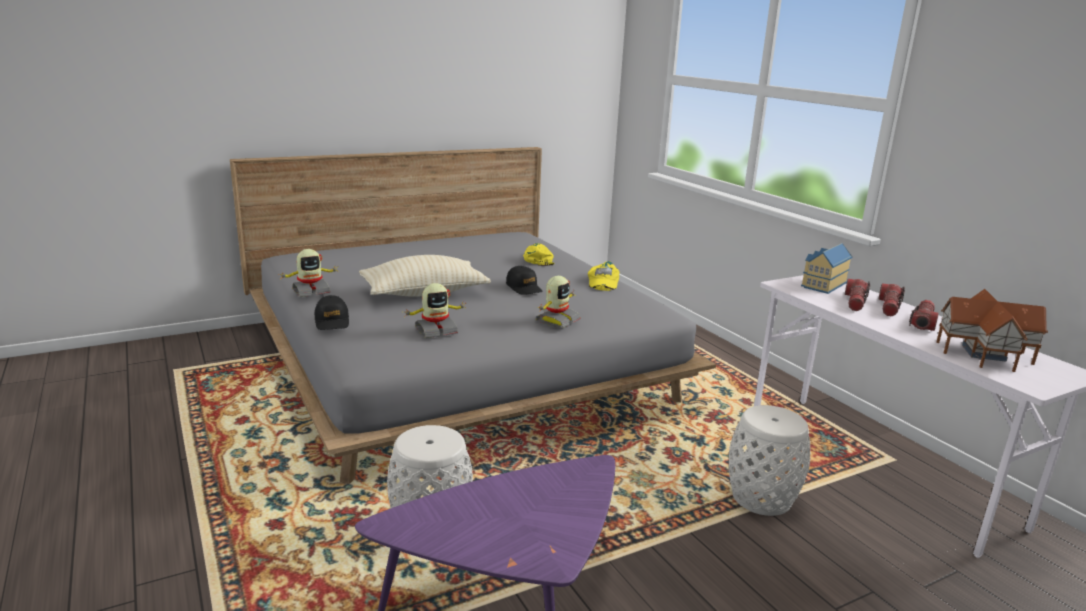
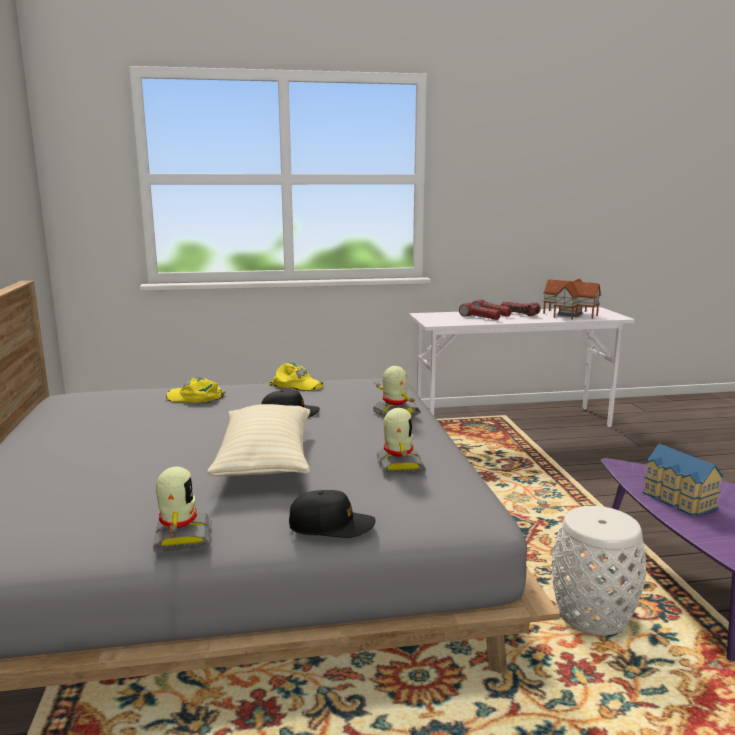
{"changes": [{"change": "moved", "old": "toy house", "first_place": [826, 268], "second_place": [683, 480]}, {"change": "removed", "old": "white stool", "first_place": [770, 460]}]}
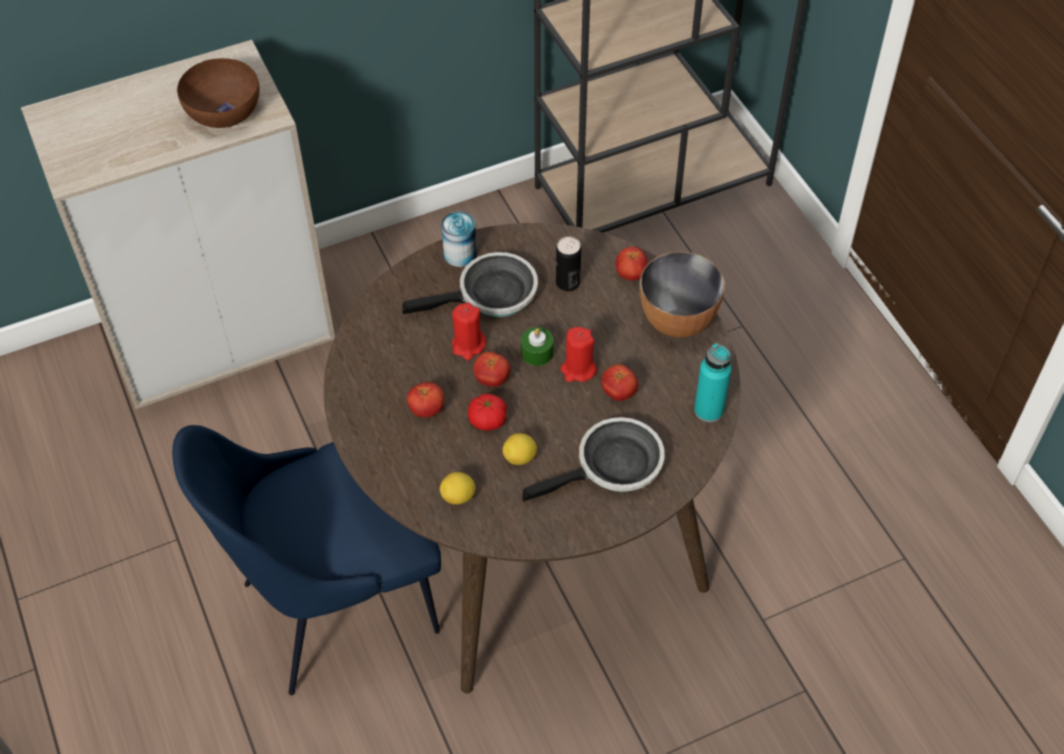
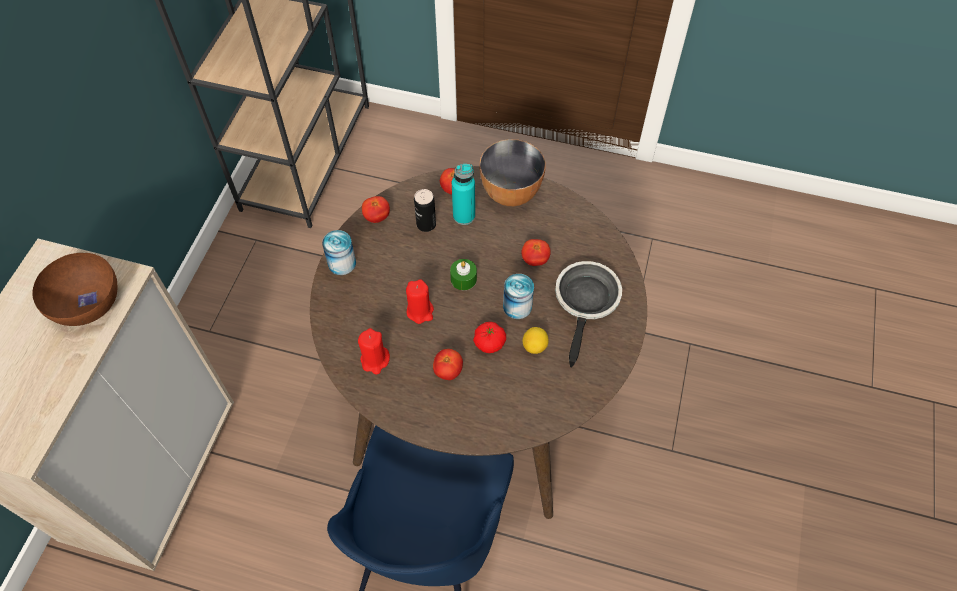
{"changes": [{"change": "removed", "old": "frying pan", "first_place": [470, 284]}, {"change": "moved", "old": "red candle", "first_place": [578, 354], "second_place": [374, 351]}, {"change": "moved", "old": "turquoise bottle", "first_place": [712, 382], "second_place": [463, 194]}, {"change": "moved", "old": "tomato", "first_place": [492, 369], "second_place": [376, 209]}, {"change": "removed", "old": "lemon", "first_place": [458, 488]}, {"change": "added", "new": "can", "second_place": [518, 296]}]}
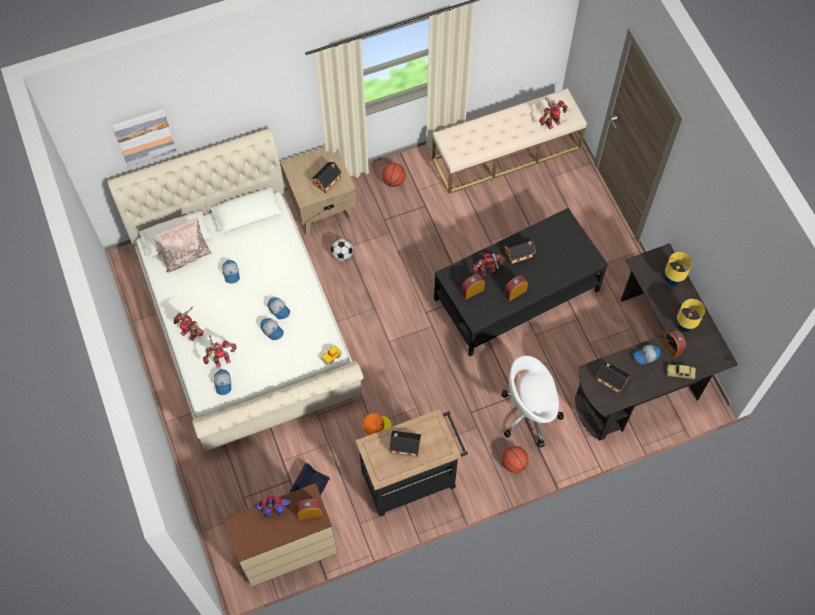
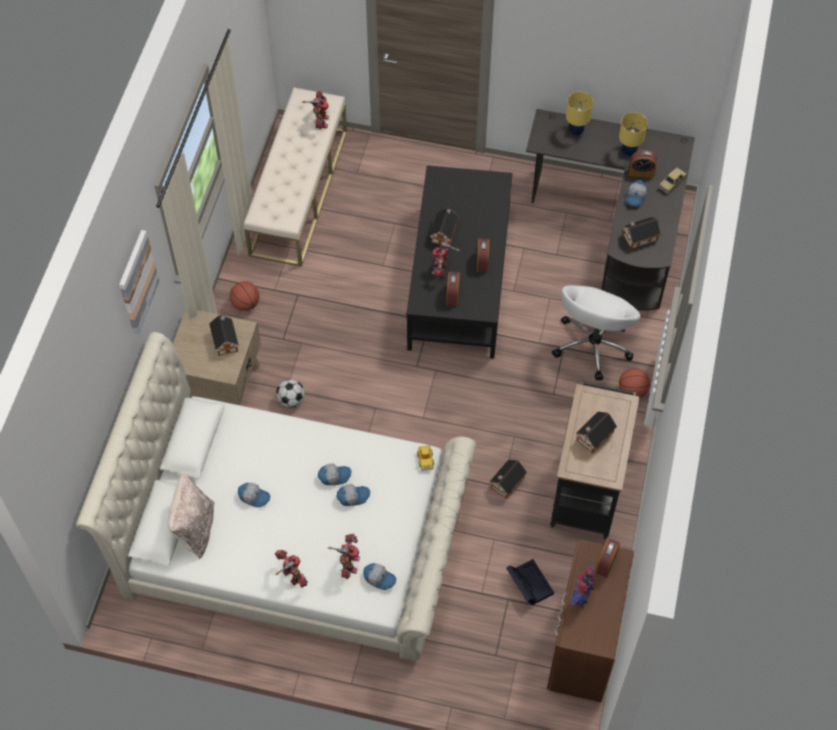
{"changes": [{"change": "moved", "old": "picture", "first_place": [144, 138], "second_place": [139, 282]}, {"change": "turned", "old": "toy robot", "first_place": [188, 324], "second_place": [291, 569], "degrees": -105}, {"change": "replaced", "old": "orange cap", "new": "toy house", "first_place": [377, 424], "second_place": [508, 479]}]}
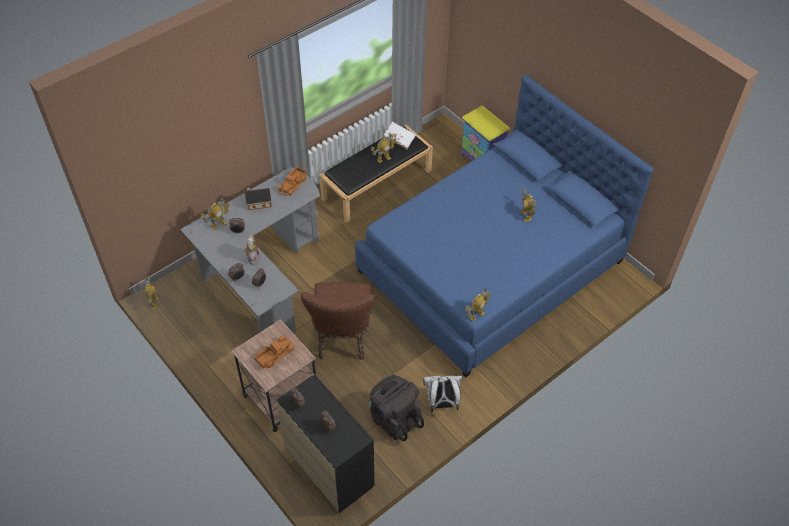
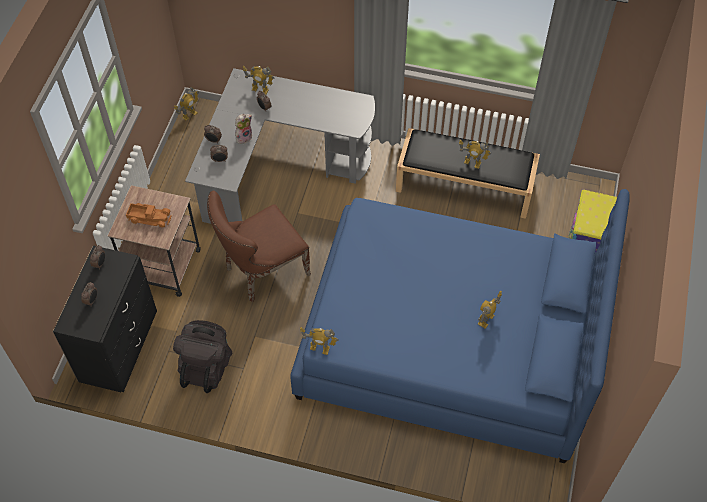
{"changes": [{"change": "removed", "old": "white book", "first_place": [399, 135]}, {"change": "removed", "old": "toy truck", "first_place": [292, 181]}, {"change": "removed", "old": "toy house", "first_place": [258, 199]}, {"change": "removed", "old": "white backpack", "first_place": [442, 394]}]}
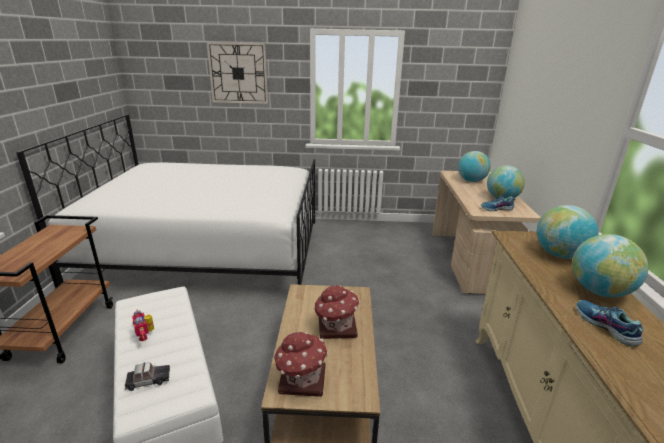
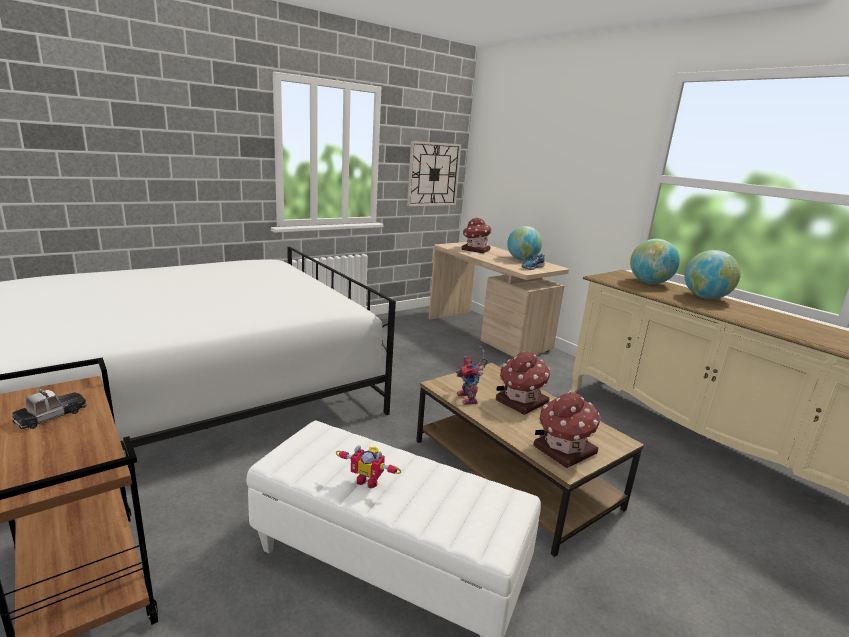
{"changes": [{"change": "moved", "old": "wall clock", "first_place": [237, 73], "second_place": [434, 173]}, {"change": "replaced", "old": "globe", "new": "toy house", "first_place": [474, 166], "second_place": [477, 235]}, {"change": "removed", "old": "shoe", "first_place": [609, 323]}, {"change": "moved", "old": "toy car", "first_place": [147, 376], "second_place": [49, 409]}, {"change": "added", "new": "toy robot", "second_place": [472, 375]}]}
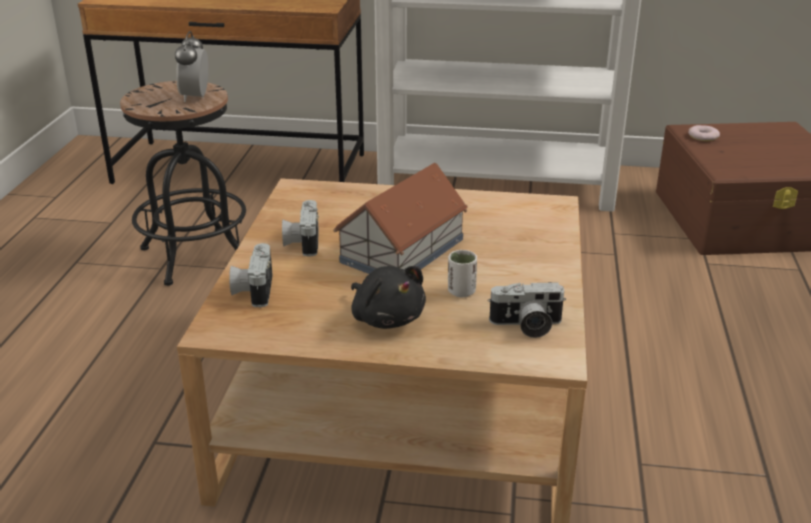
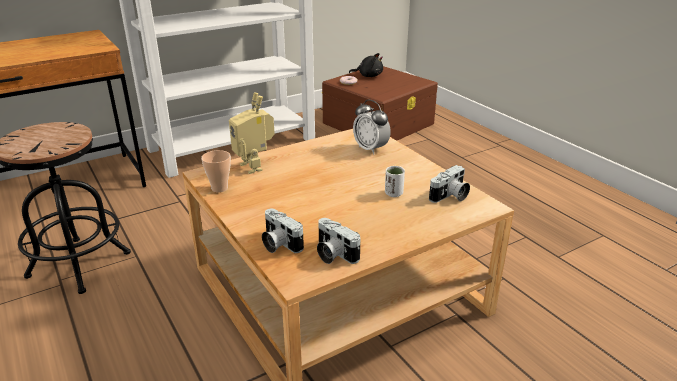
{"changes": [{"change": "moved", "old": "alarm clock", "first_place": [191, 66], "second_place": [372, 127]}, {"change": "removed", "old": "toy house", "first_place": [400, 218]}, {"change": "moved", "old": "photo camera", "first_place": [300, 228], "second_place": [339, 241]}, {"change": "moved", "old": "black plush toy", "first_place": [388, 297], "second_place": [366, 65]}, {"change": "added", "new": "toy robot", "second_place": [252, 133]}, {"change": "added", "new": "cup", "second_place": [216, 171]}]}
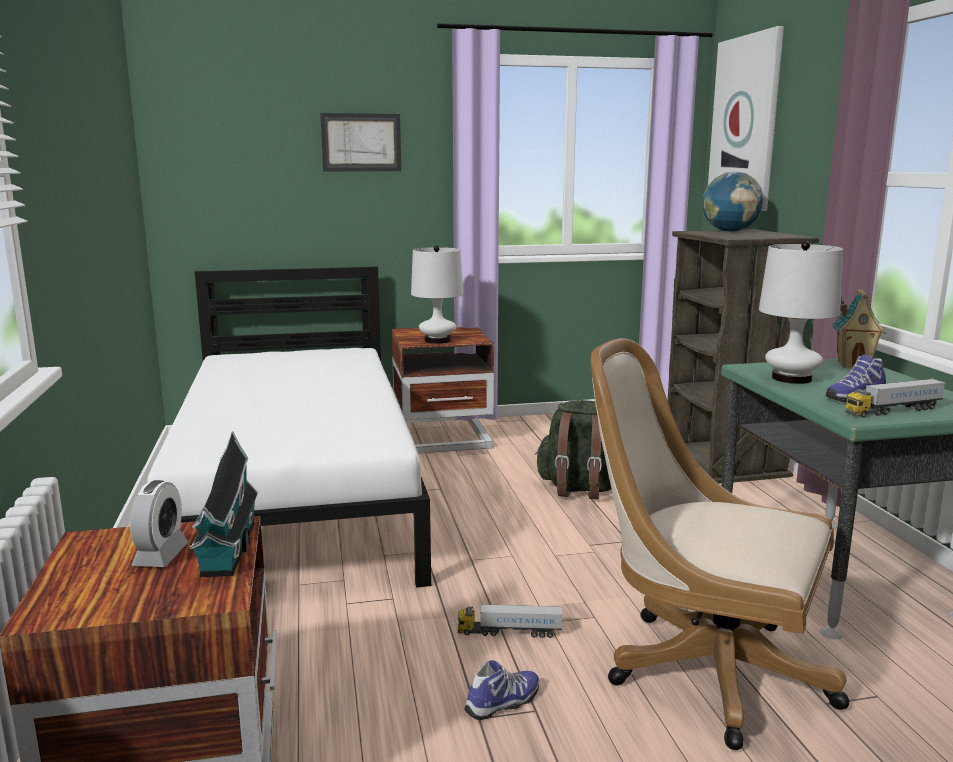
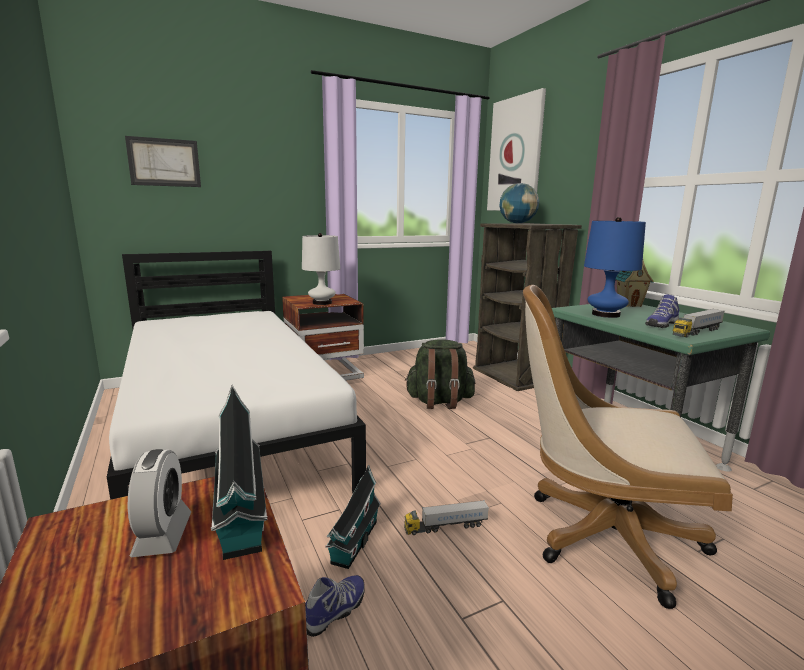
{"changes": [{"change": "moved", "old": "picture", "first_place": [360, 142], "second_place": [163, 161]}, {"change": "recoloured", "old": "white table lamp", "new": "blue table lamp", "first_place": [801, 312], "second_place": [615, 267]}, {"change": "moved", "old": "shoe", "first_place": [501, 690], "second_place": [335, 606]}, {"change": "added", "new": "toy house", "second_place": [353, 517]}]}
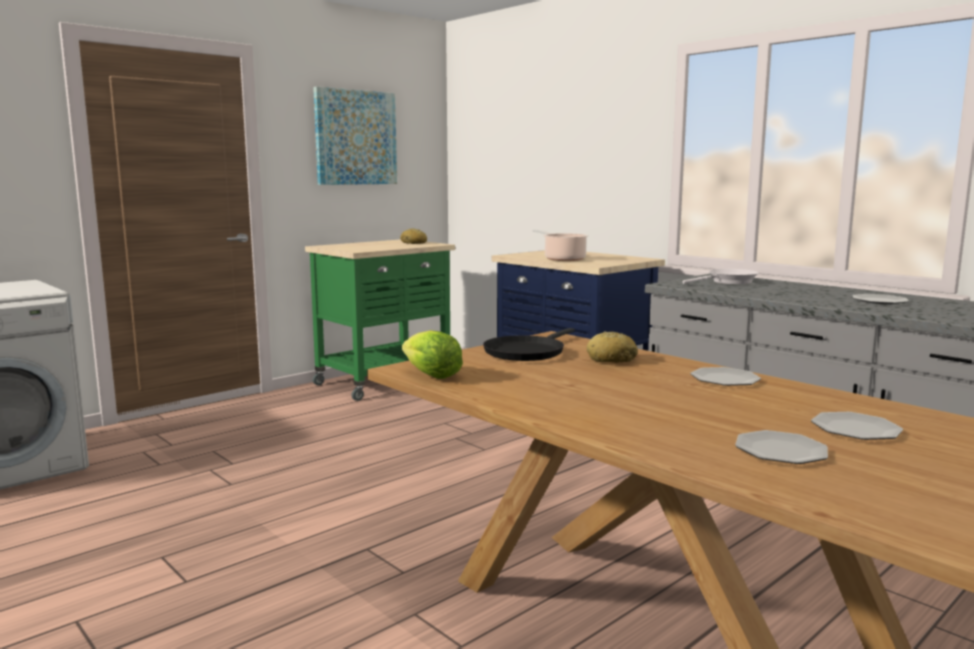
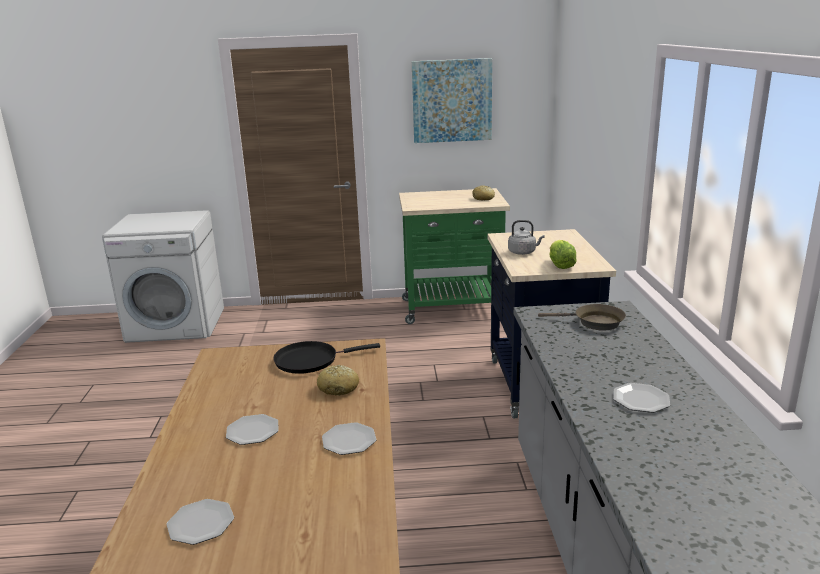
{"changes": [{"change": "replaced", "old": "cooking pot", "new": "grey kettle", "first_place": [560, 245], "second_place": [526, 237]}, {"change": "recoloured", "old": "white frying pan", "new": "brown frying pan", "first_place": [720, 276], "second_place": [582, 317]}, {"change": "moved", "old": "lettuce", "first_place": [432, 354], "second_place": [563, 254]}, {"change": "moved", "old": "plate", "first_place": [857, 426], "second_place": [252, 429]}]}
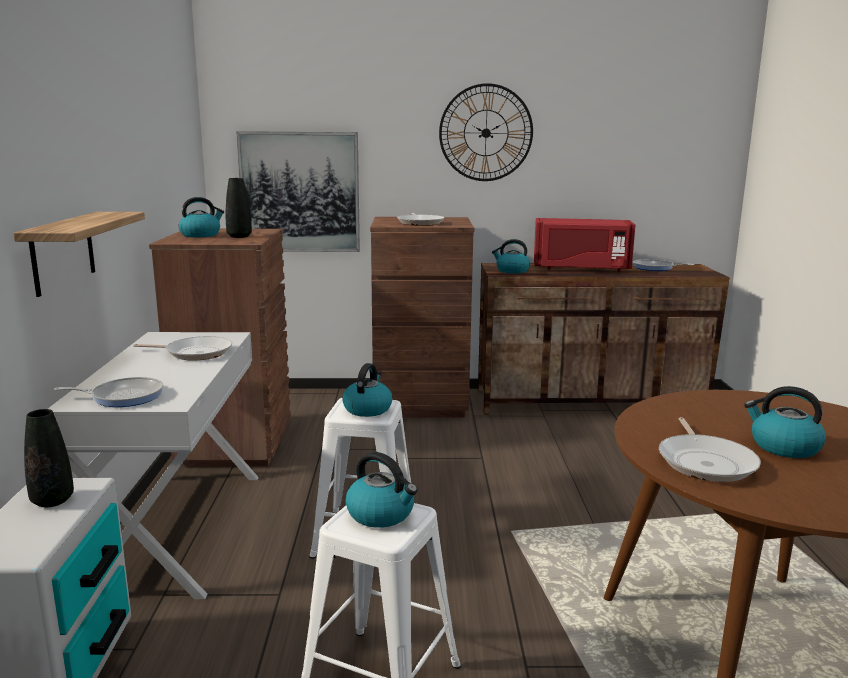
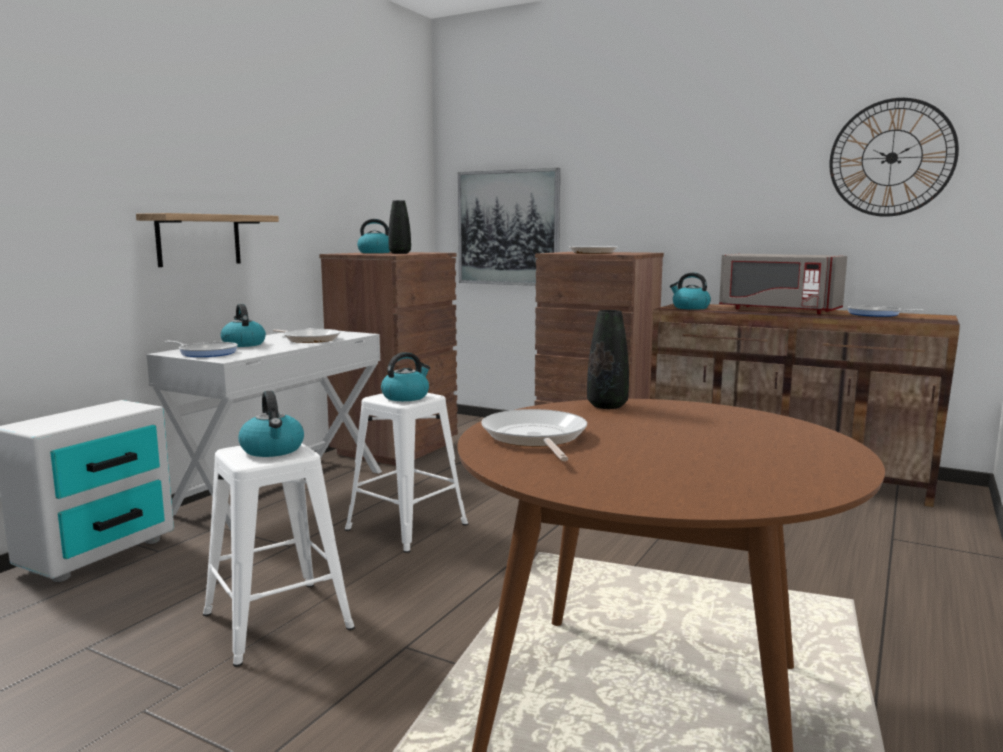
{"changes": [{"change": "moved", "old": "wall clock", "first_place": [486, 132], "second_place": [894, 157]}, {"change": "recoloured", "old": "red microwave", "new": "grey microwave", "first_place": [584, 245], "second_place": [783, 284]}, {"change": "moved", "old": "kettle", "first_place": [785, 422], "second_place": [243, 325]}, {"change": "moved", "old": "black vase", "first_place": [49, 458], "second_place": [608, 359]}, {"change": "turned", "old": "frying pan", "first_place": [710, 449], "second_place": [534, 435], "degrees": 135}]}
